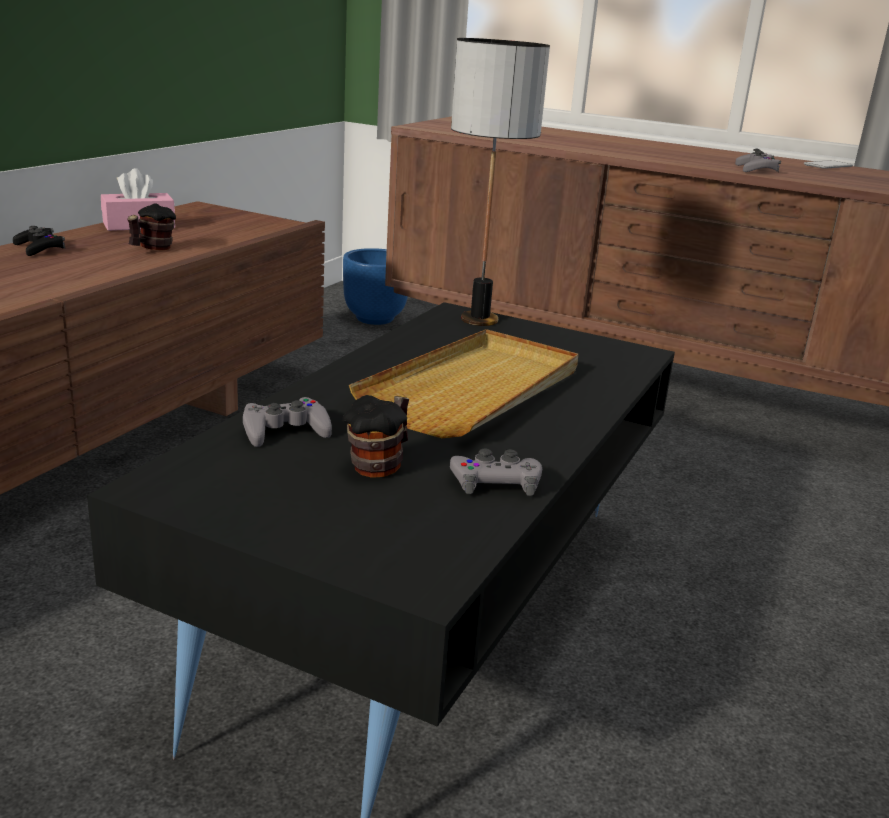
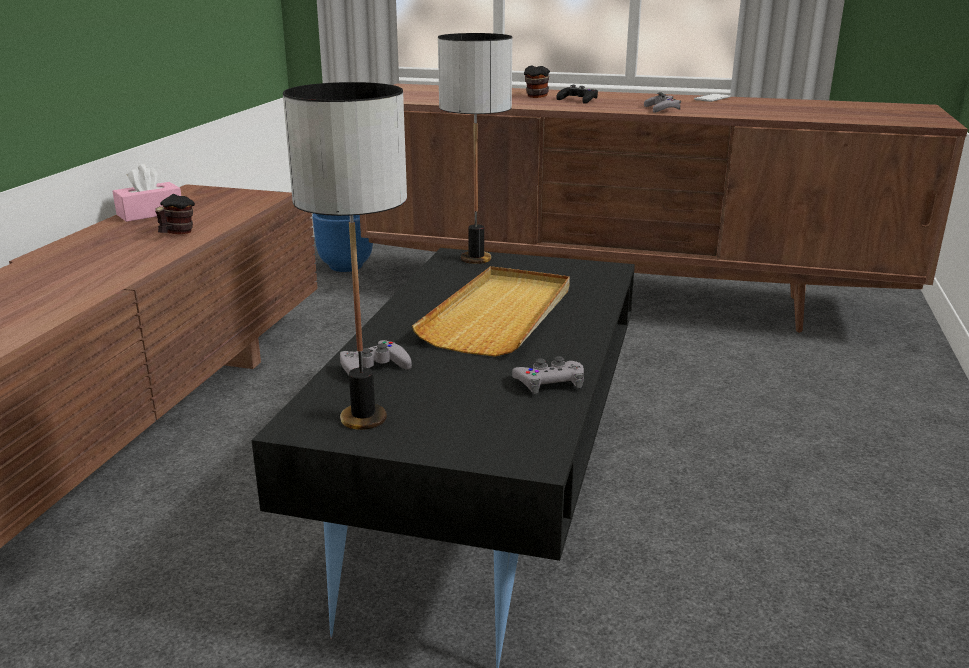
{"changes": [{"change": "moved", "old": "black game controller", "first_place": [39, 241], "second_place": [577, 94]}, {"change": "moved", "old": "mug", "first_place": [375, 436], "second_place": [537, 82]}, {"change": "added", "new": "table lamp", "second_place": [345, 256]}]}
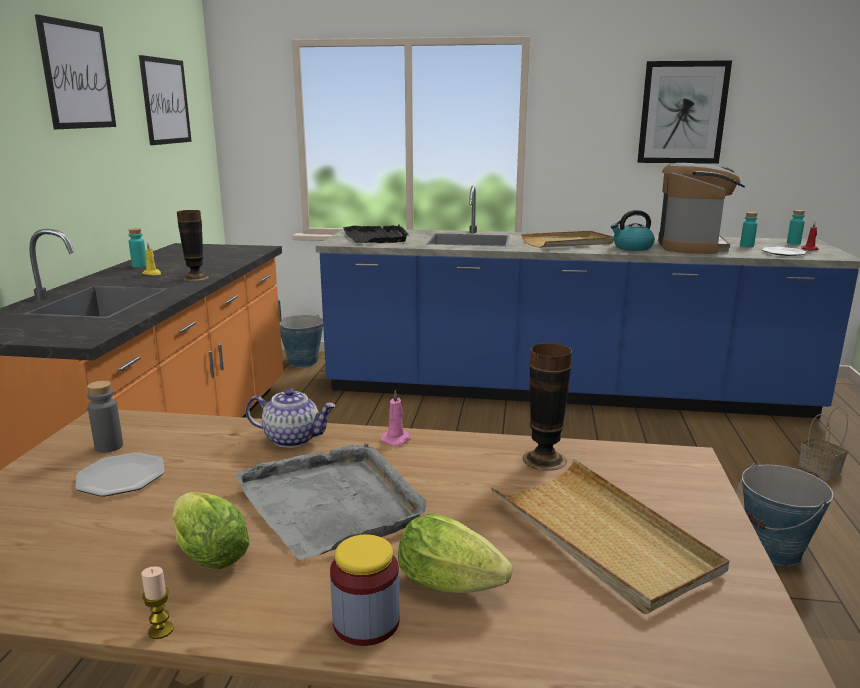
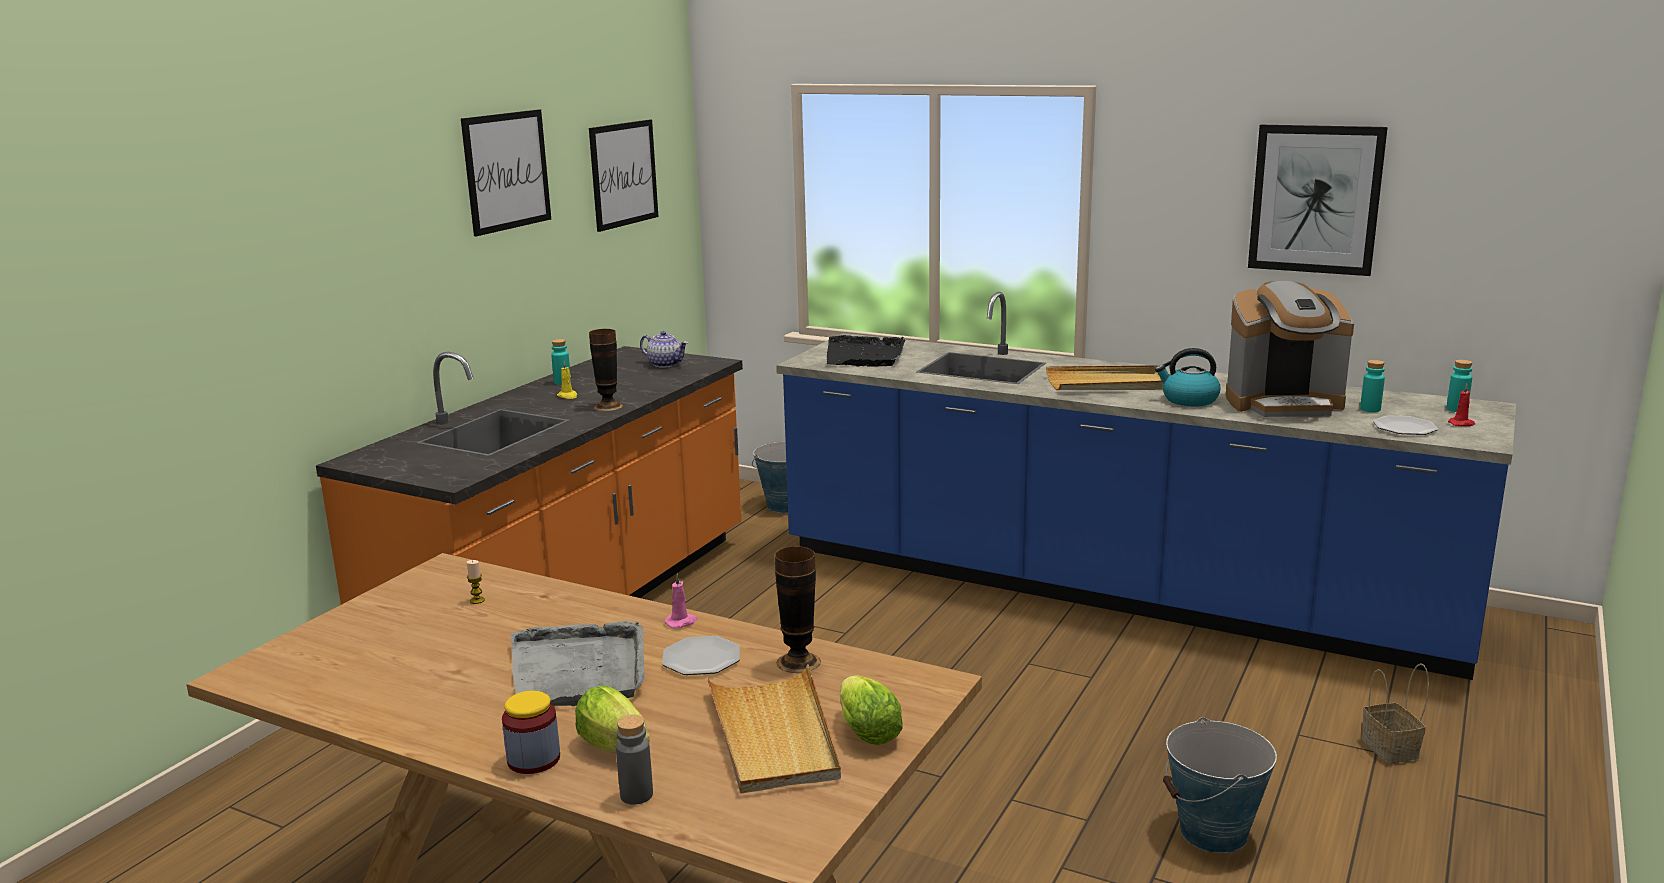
{"changes": [{"change": "turned", "old": "coffee machine", "first_place": [701, 208], "second_place": [1290, 349], "degrees": 60}, {"change": "moved", "old": "grey bottle", "first_place": [105, 417], "second_place": [634, 760]}, {"change": "moved", "old": "teapot", "first_place": [290, 418], "second_place": [664, 349]}, {"change": "moved", "old": "plate", "first_place": [120, 474], "second_place": [701, 655]}, {"change": "moved", "old": "lettuce", "first_place": [211, 530], "second_place": [871, 710]}, {"change": "moved", "old": "candle", "first_place": [157, 603], "second_place": [476, 582]}]}
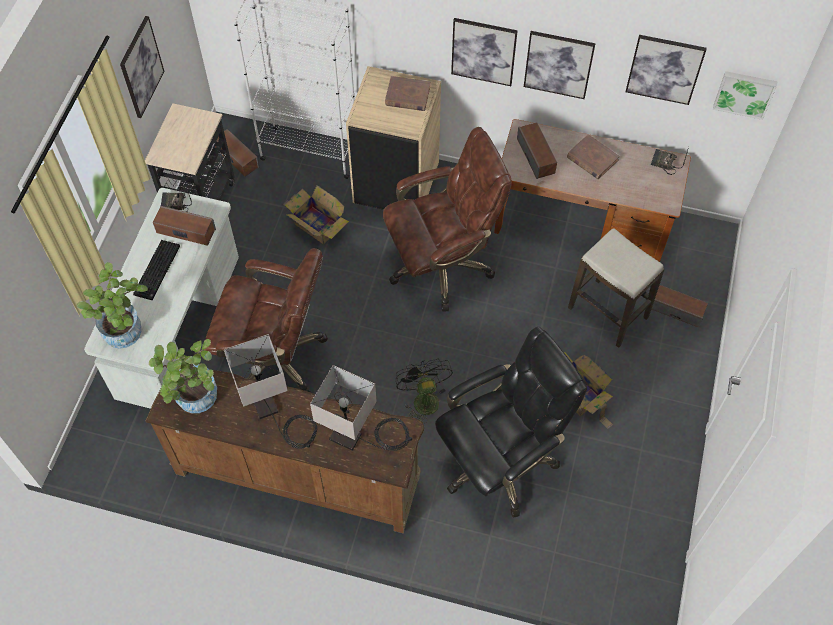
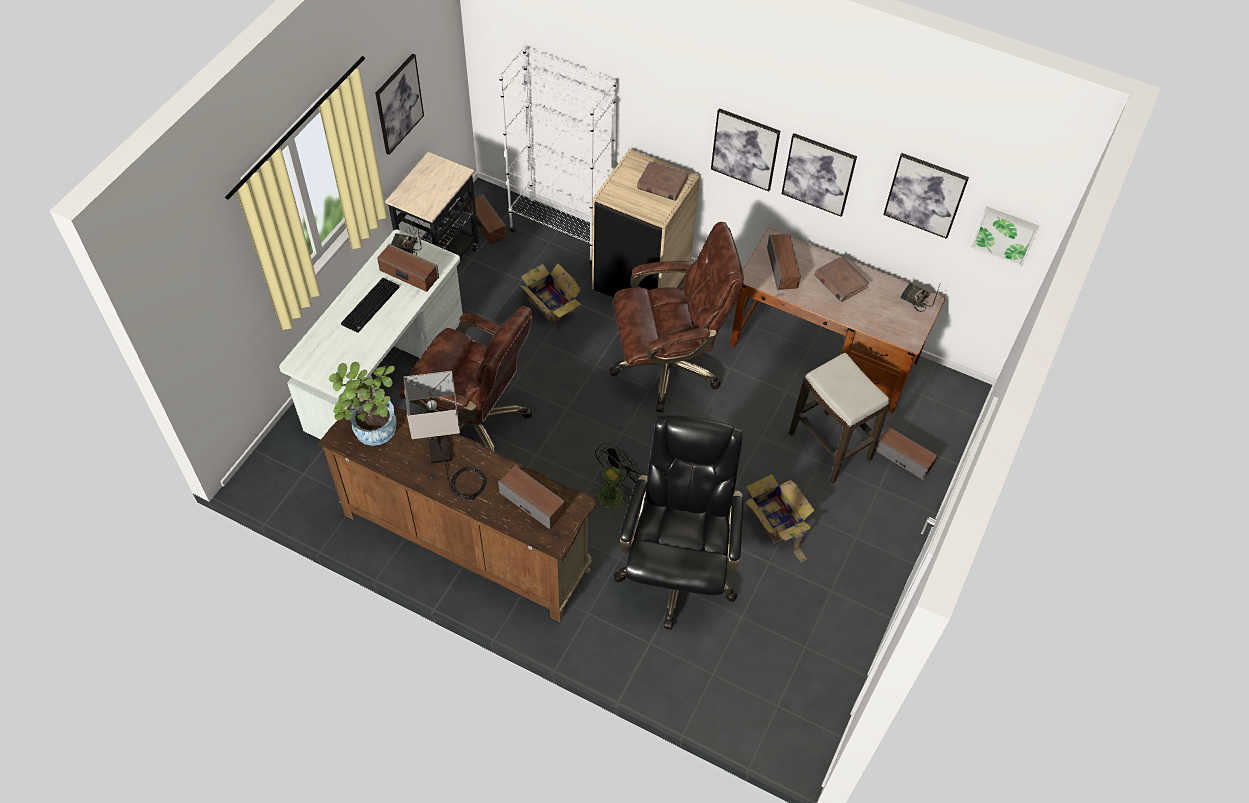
{"changes": [{"change": "removed", "old": "potted plant", "first_place": [112, 305]}, {"change": "turned", "old": "black office chair", "first_place": [511, 422], "second_place": [678, 522], "degrees": -60}, {"change": "turned", "old": "black fan", "first_place": [424, 391], "second_place": [617, 476], "degrees": 45}, {"change": "replaced", "old": "table lamp", "new": "speaker", "first_place": [361, 408], "second_place": [531, 497]}]}
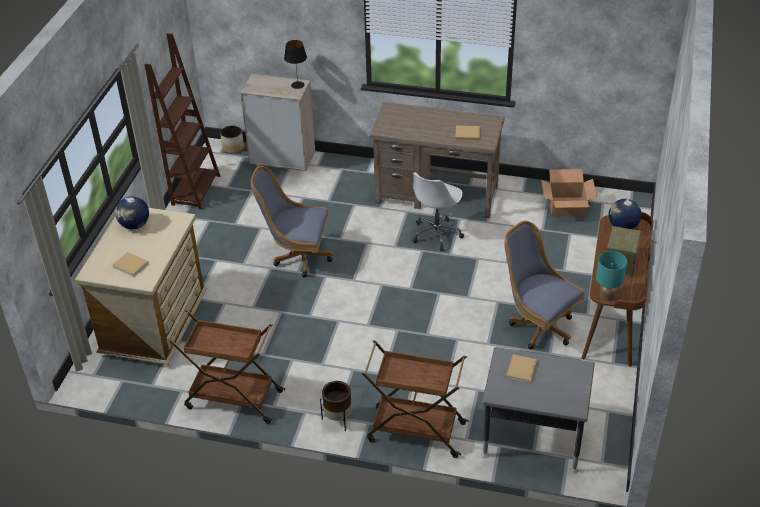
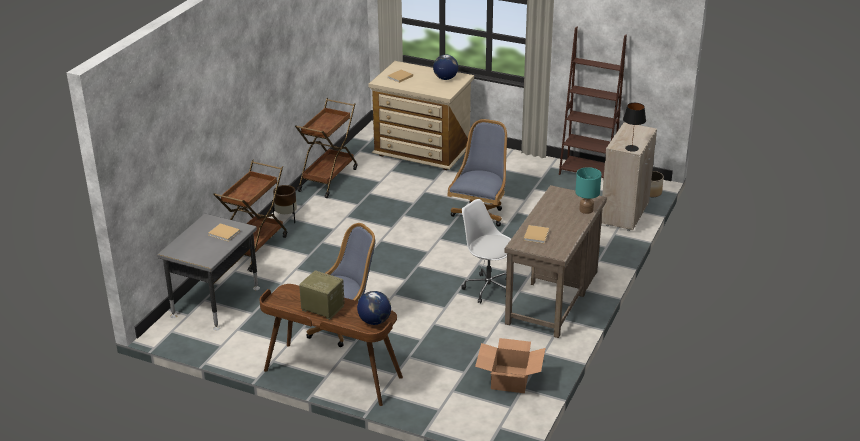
{"changes": [{"change": "moved", "old": "turquoise table lamp", "first_place": [611, 276], "second_place": [588, 190]}]}
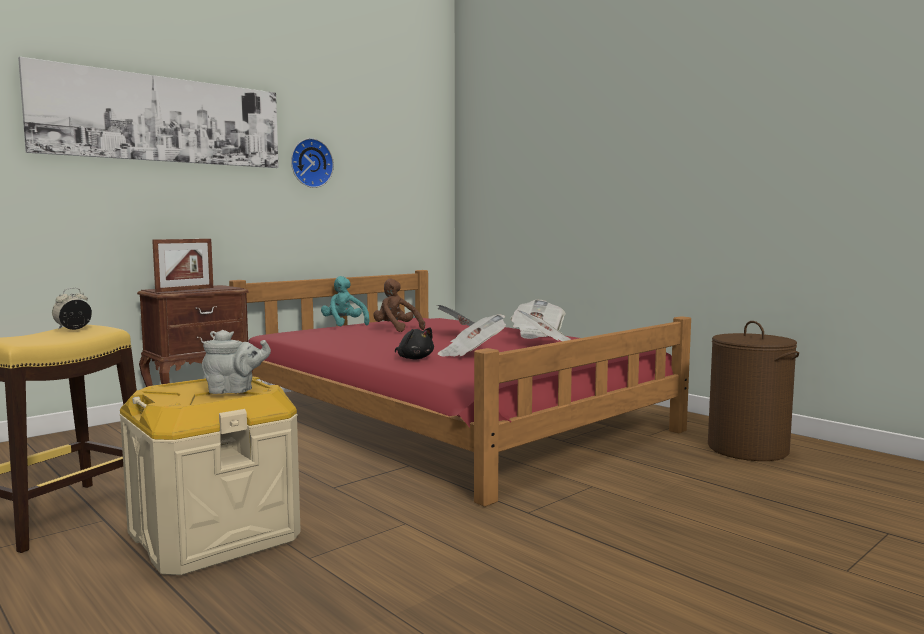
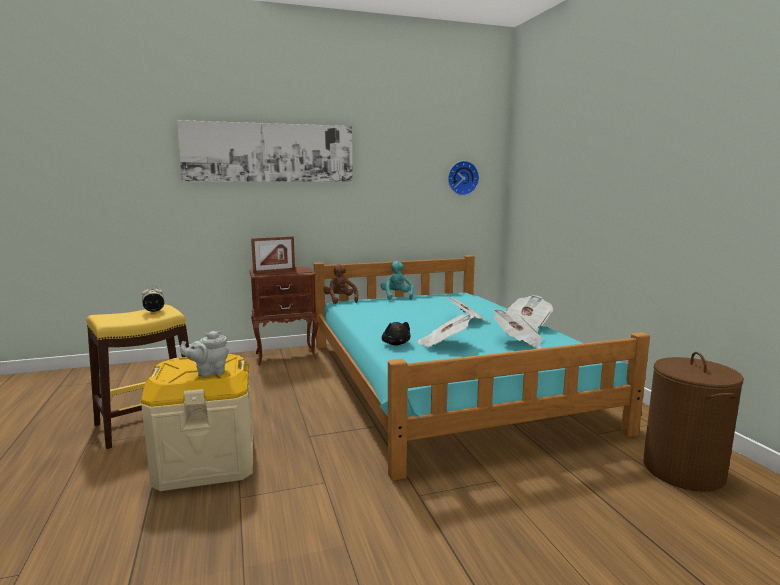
{"changes": [{"change": "moved", "old": "wall clock", "first_place": [312, 163], "second_place": [463, 178]}, {"change": "recoloured", "old": "red bed", "new": "turquoise bed", "first_place": [460, 388], "second_place": [482, 368]}, {"change": "moved", "old": "brown plush toy", "first_place": [399, 305], "second_place": [341, 284]}, {"change": "turned", "old": "grey teapot", "first_place": [236, 362], "second_place": [204, 354], "degrees": 135}]}
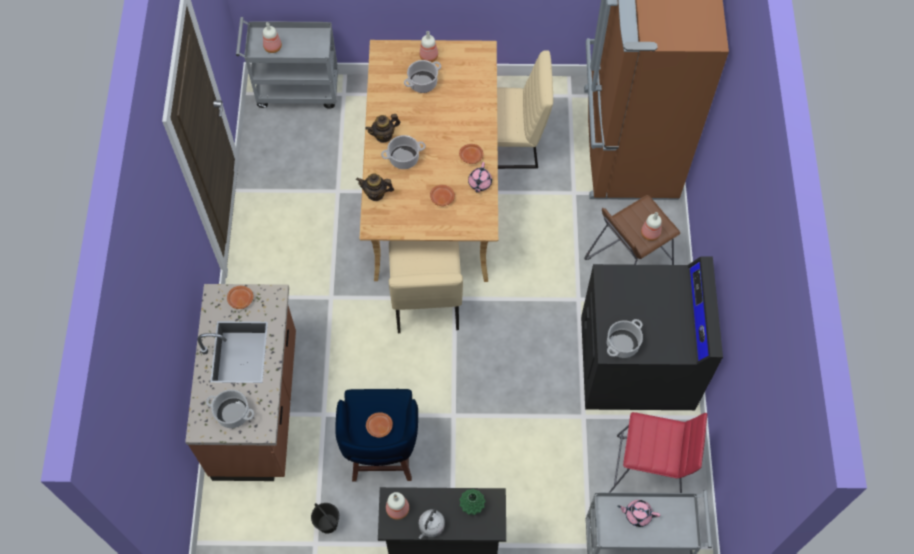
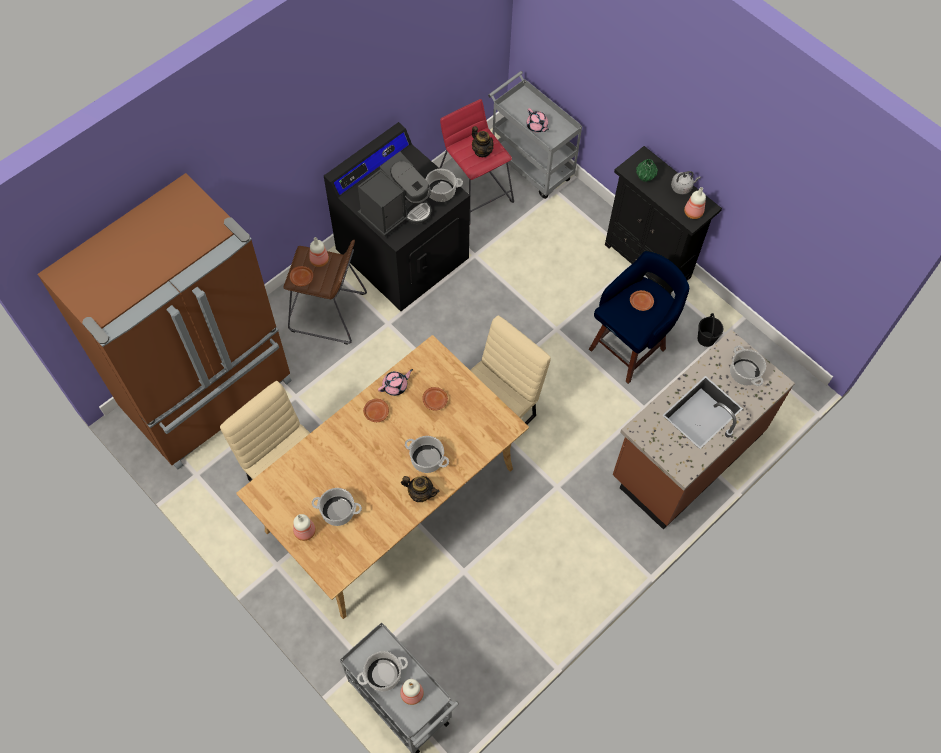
{"changes": [{"change": "moved", "old": "teapot", "first_place": [375, 187], "second_place": [483, 141]}, {"change": "moved", "old": "brown plate", "first_place": [240, 297], "second_place": [301, 276]}, {"change": "added", "new": "coffee machine", "second_place": [395, 194]}, {"change": "added", "new": "cooking pot", "second_place": [382, 671]}]}
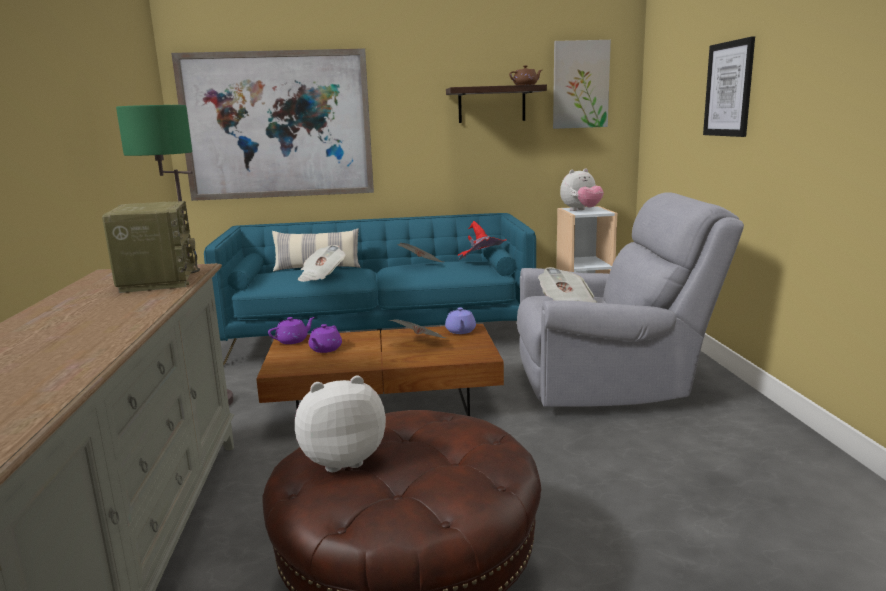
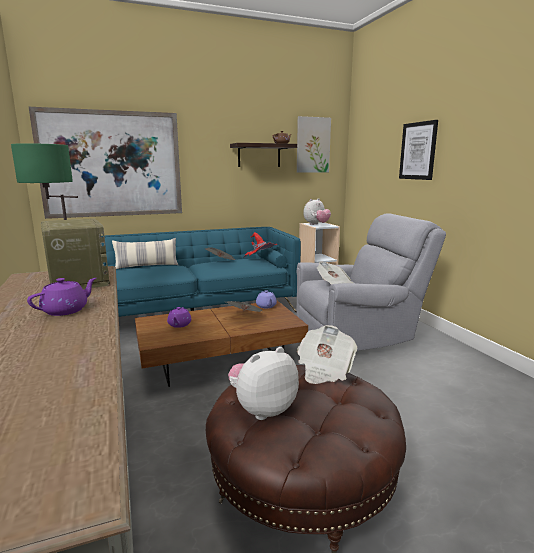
{"changes": [{"change": "moved", "old": "newspaper", "first_place": [321, 263], "second_place": [327, 354]}, {"change": "moved", "old": "purple teapot", "first_place": [291, 330], "second_place": [61, 297]}]}
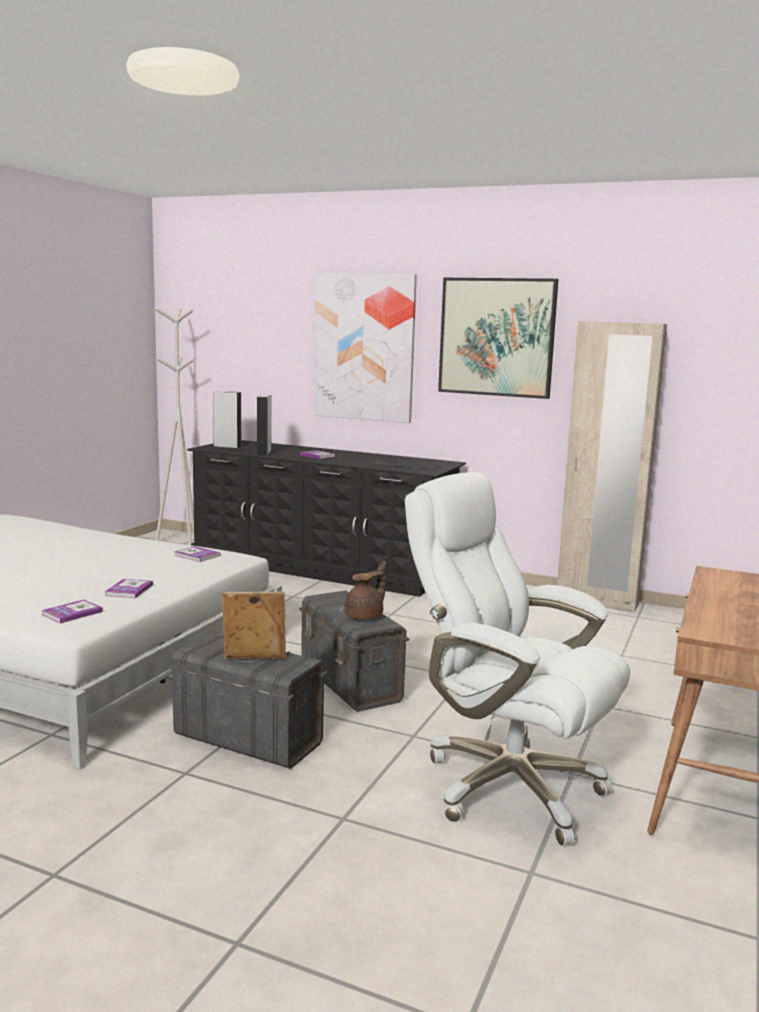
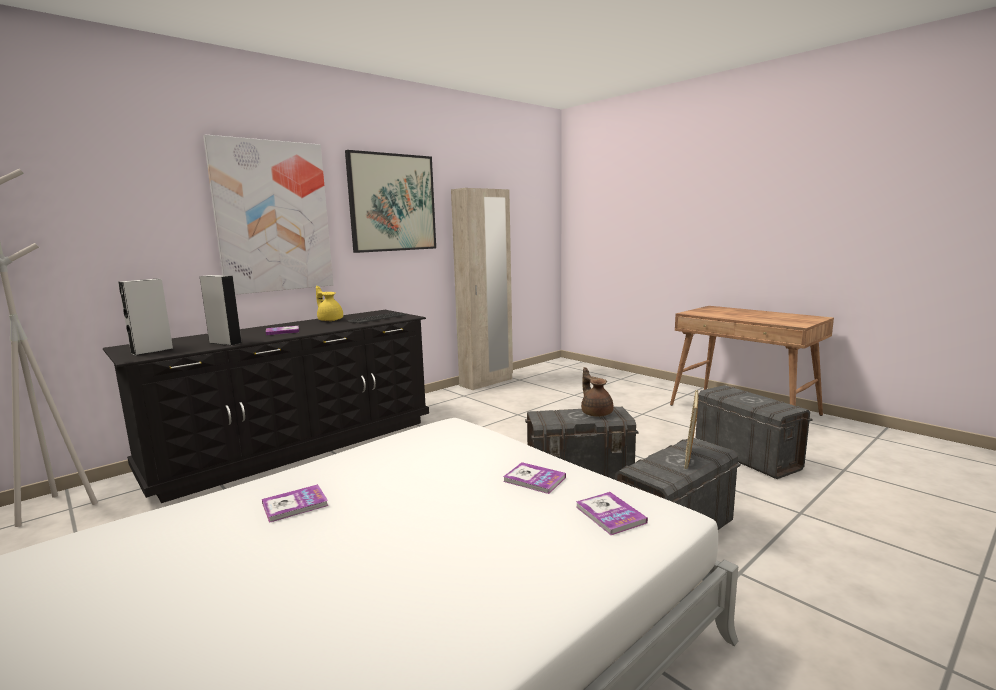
{"changes": [{"change": "replaced", "old": "white office chair", "new": "grey storage box", "first_place": [517, 659], "second_place": [754, 432]}, {"change": "moved", "old": "book", "first_place": [197, 554], "second_place": [295, 503]}, {"change": "added", "new": "yellow teapot", "second_place": [329, 303]}]}
